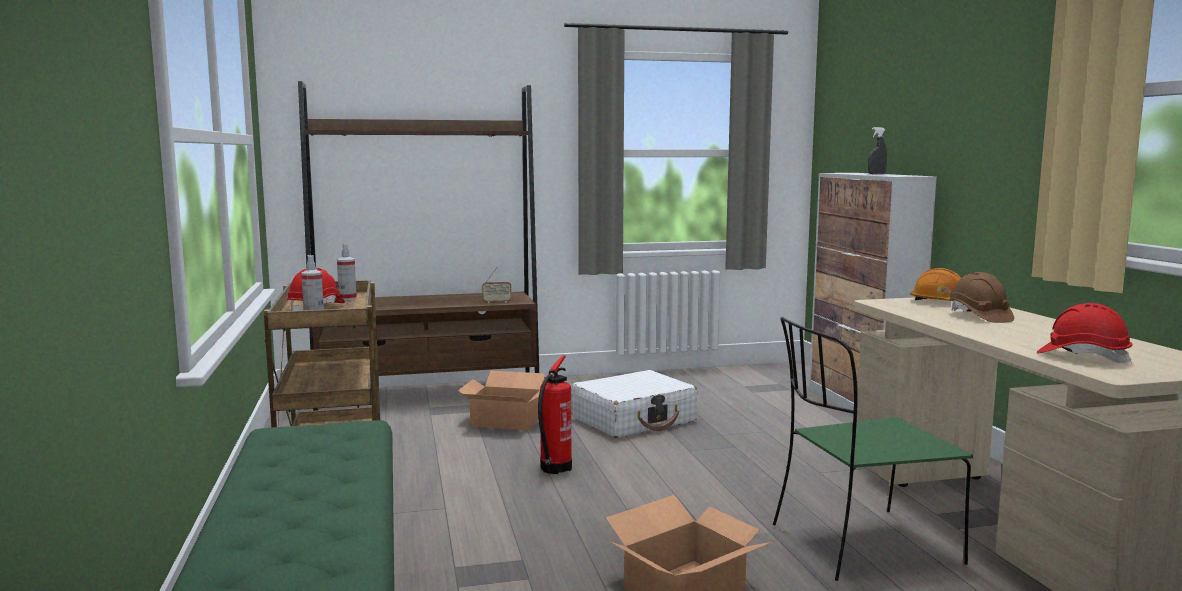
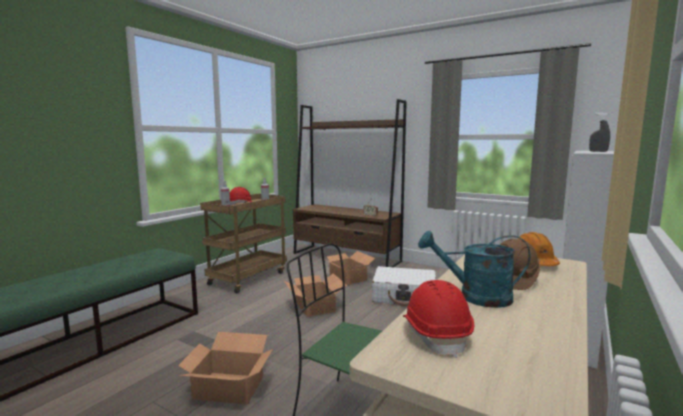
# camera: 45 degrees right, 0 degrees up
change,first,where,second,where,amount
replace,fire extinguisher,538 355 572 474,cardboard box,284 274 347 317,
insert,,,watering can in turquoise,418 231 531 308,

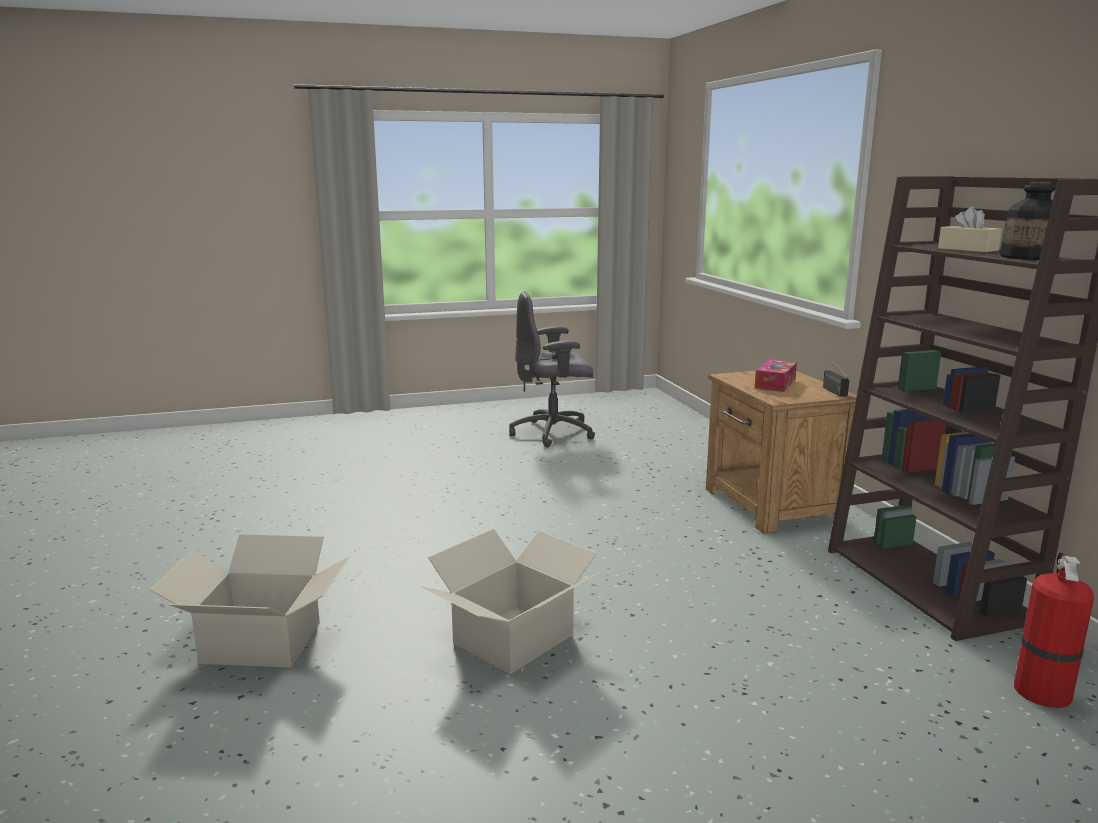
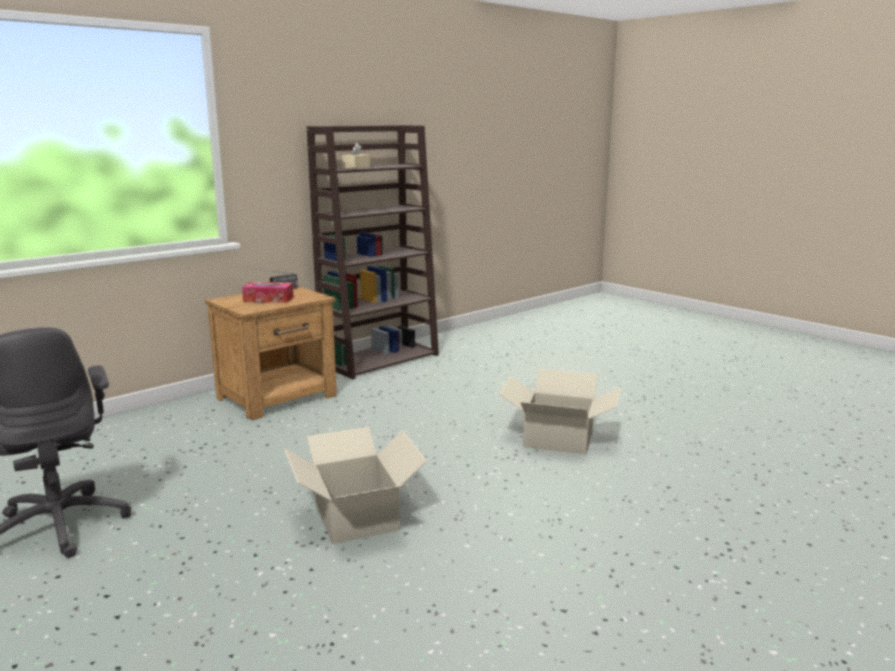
# camera: 115 degrees left, 0 degrees up
change,first,where,second,where,amount
delete,bottle,999 182 1056 260,,,
move,cardboard box,149 534 350 668,,284 427 427 544,
delete,fire extinguisher,1014 552 1094 708,,,

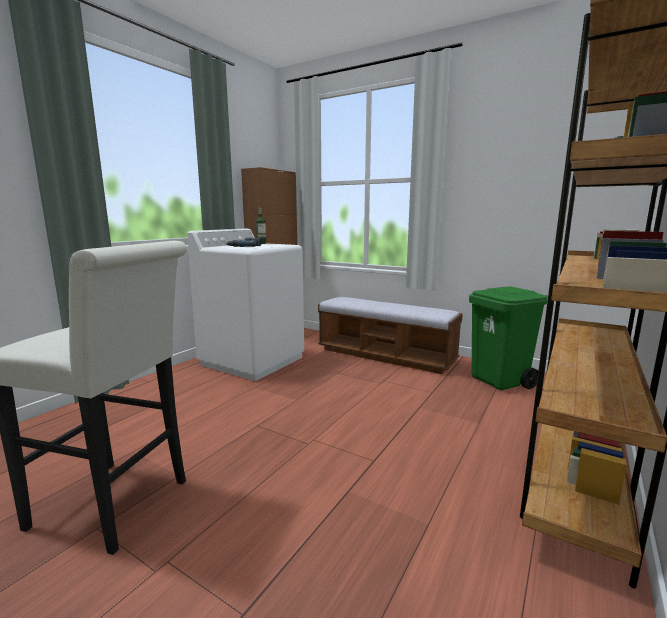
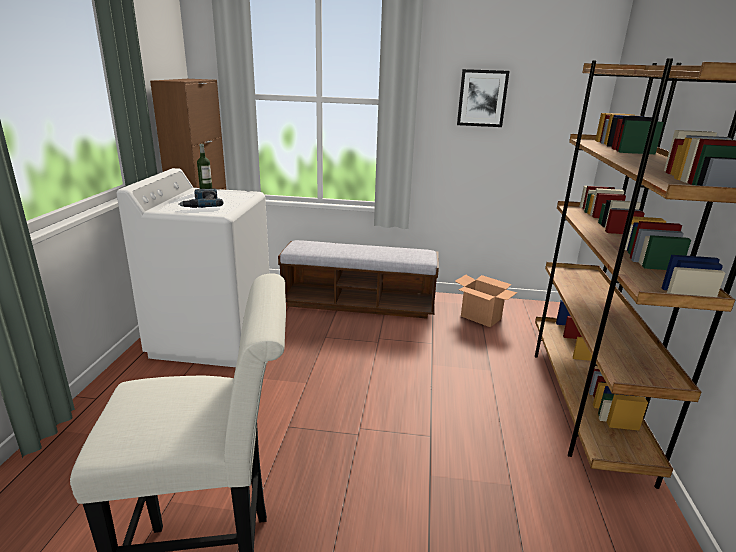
# camera: 25 degrees left, 10 degrees up
change,first,where,second,where,amount
replace,trash can in green,469 286 548 390,cardboard box,455 275 517 327,
insert,,,picture,457 69 510 127,

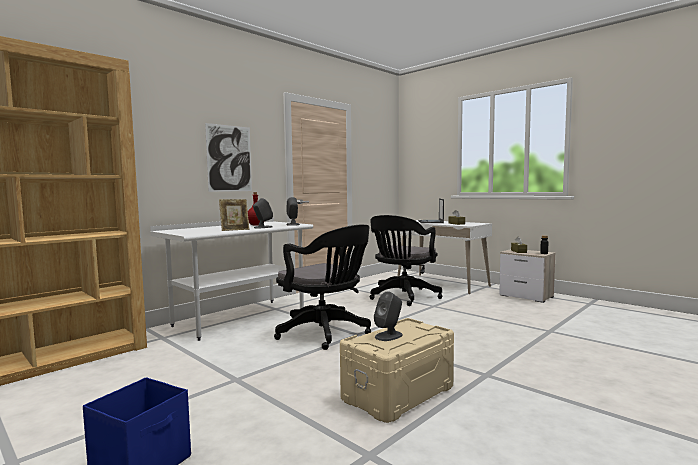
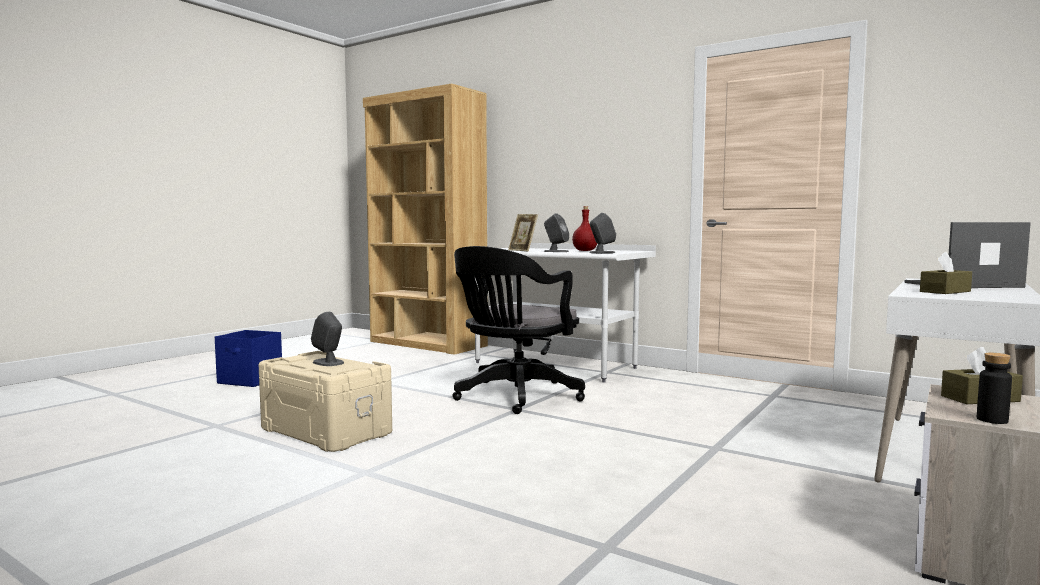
# camera: 80 degrees right, 0 degrees up
change,first,where,second,where,amount
delete,picture,205 123 252 192,,,
delete,office chair in black,370 215 443 306,,,

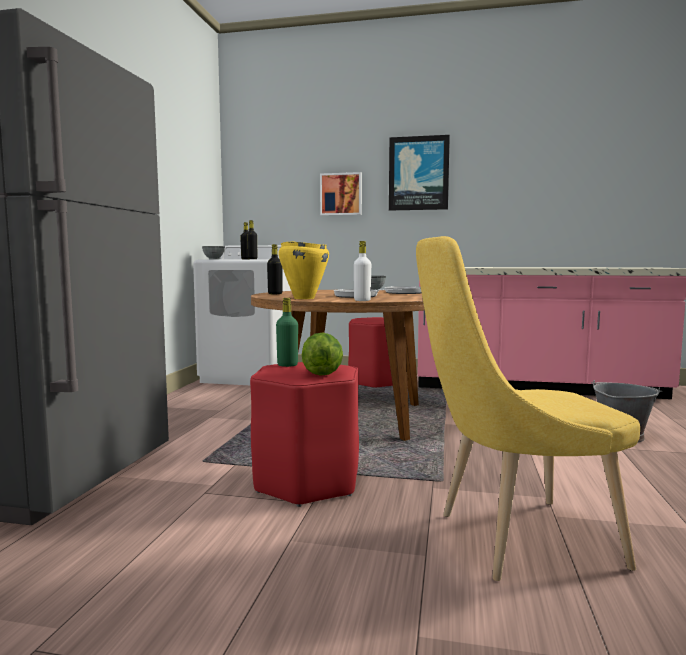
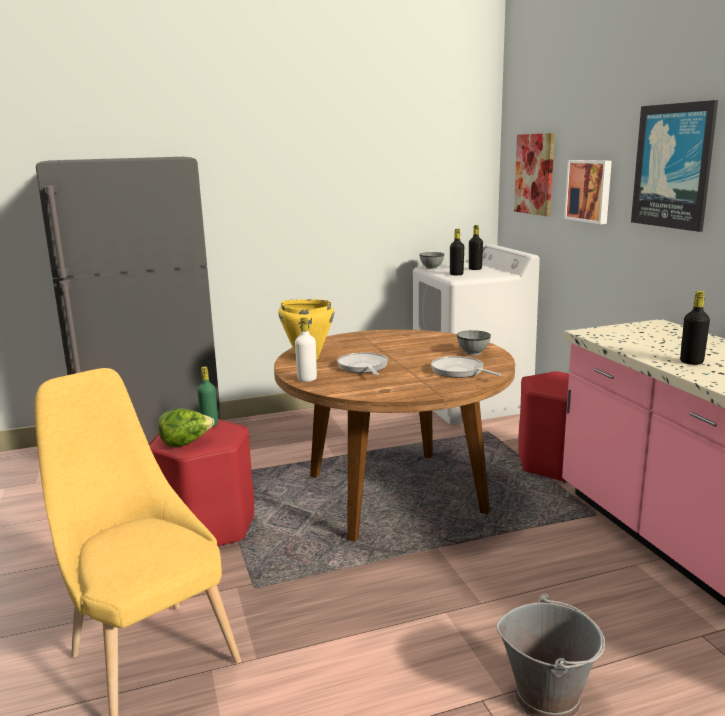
# camera: 60 degrees right, 10 degrees up
change,first,where,second,where,amount
move,bottle in black,267 244 282 294,,680 291 710 365,
insert,,,picture,514 133 555 216,

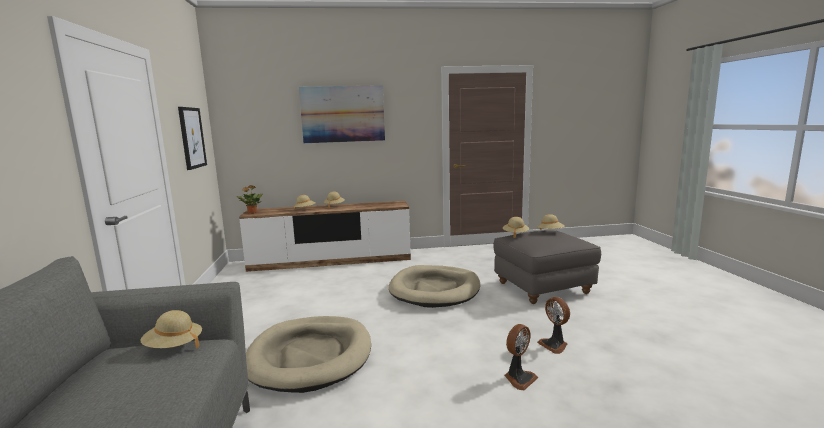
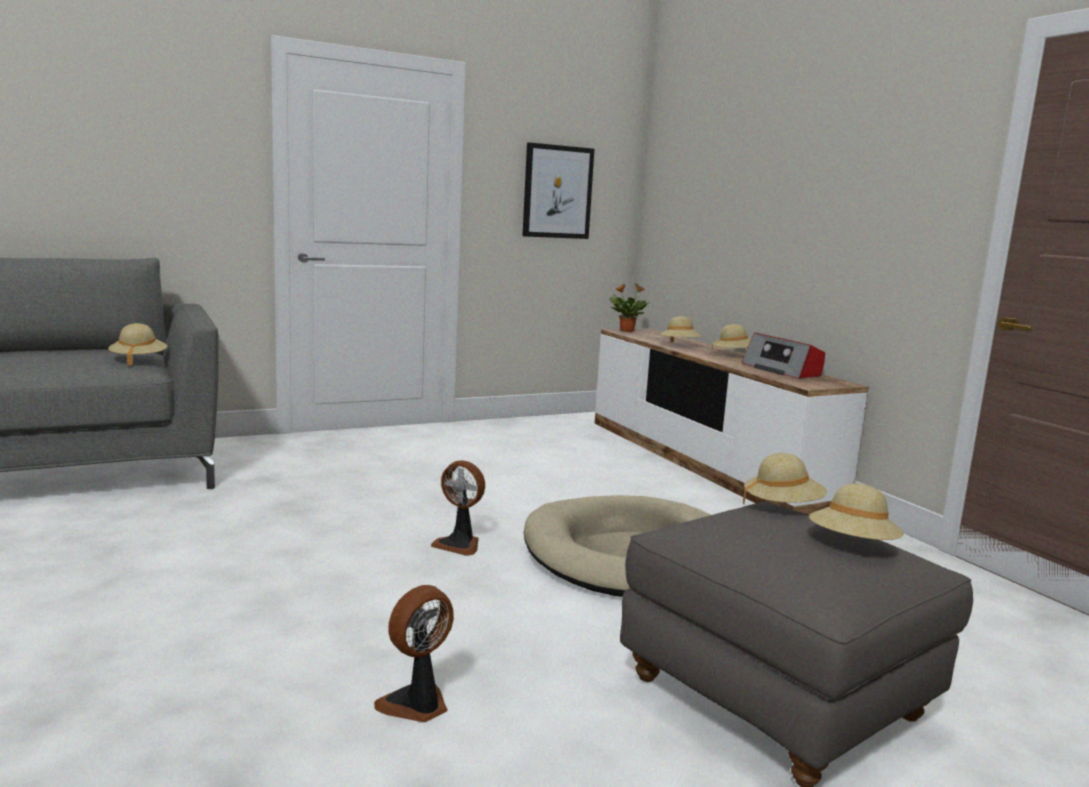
# camera: 70 degrees right, 0 degrees up
change,first,where,second,where,amount
delete,picture,299 85 385 143,,,
delete,dog bed in beige,246 316 371 393,,,
move,fan,504 324 538 390,,431 460 485 556,
insert,,,radio,741 333 825 379,

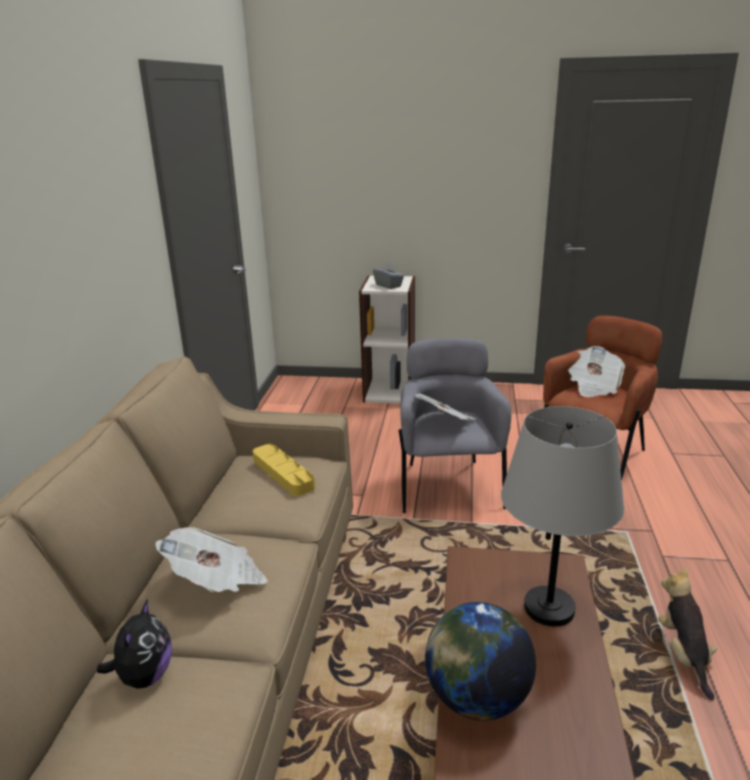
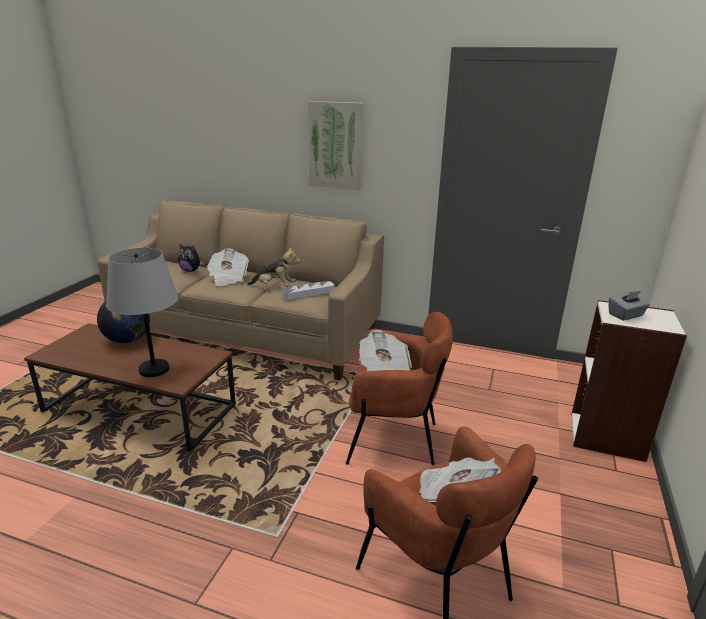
# camera: 100 degrees right, 0 degrees up
change,first,where,second,where,amount
recolor,armchair in grey,399 338 511 513,armchair in brown,346 312 453 465,
recolor,tray in yellow,253 444 315 496,tray in grey,282 281 334 300,
move,plush toy,658 566 717 700,,247 247 300 287,
insert,,,picture,308 101 364 190,

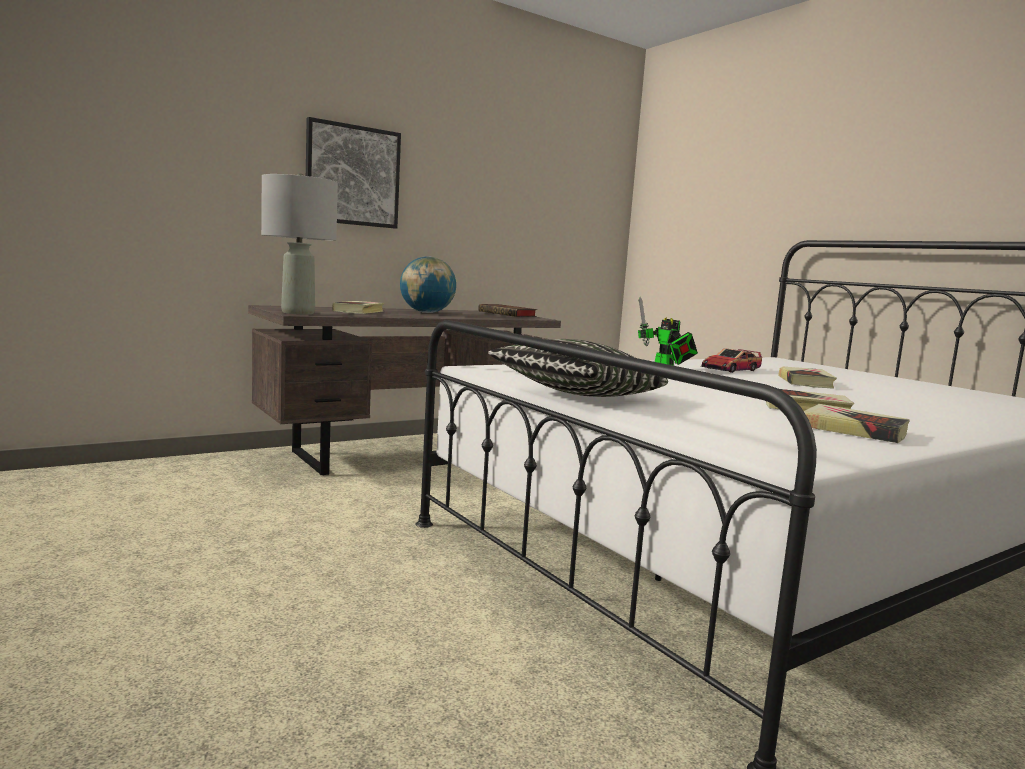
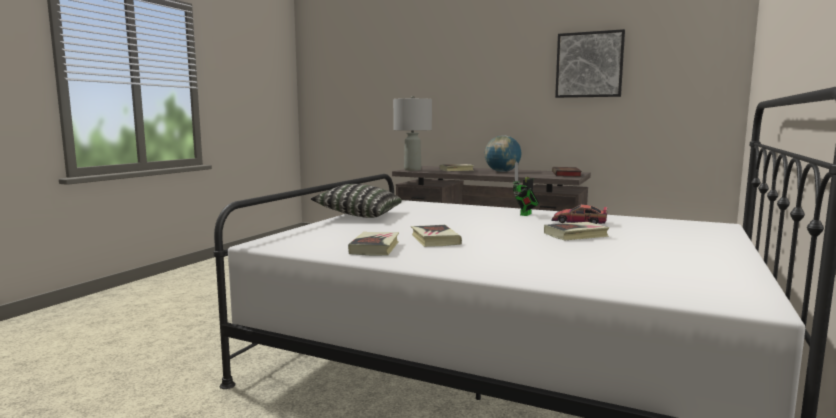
# camera: 60 degrees right, 0 degrees up
change,first,where,second,where,amount
move,picture,306 117 401 228,,555 29 625 98,

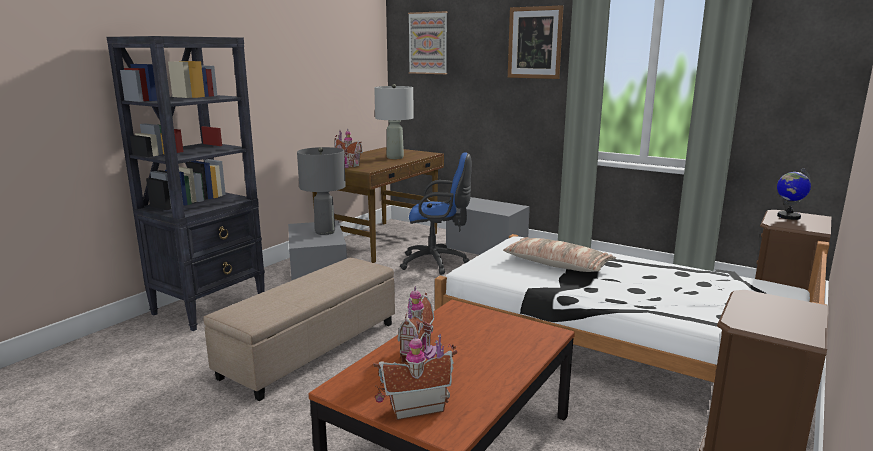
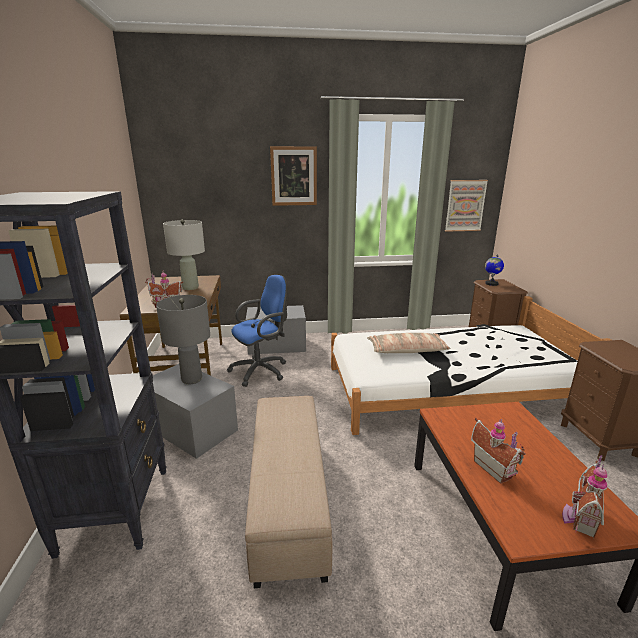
# camera: 40 degrees left, 5 degrees up
change,first,where,second,where,amount
move,picture,408 11 447 74,,445 180 488 232,

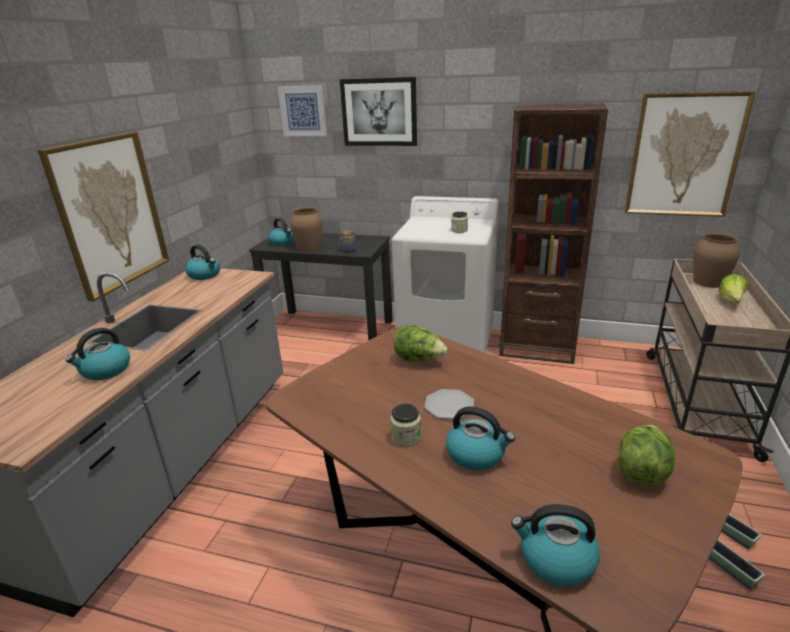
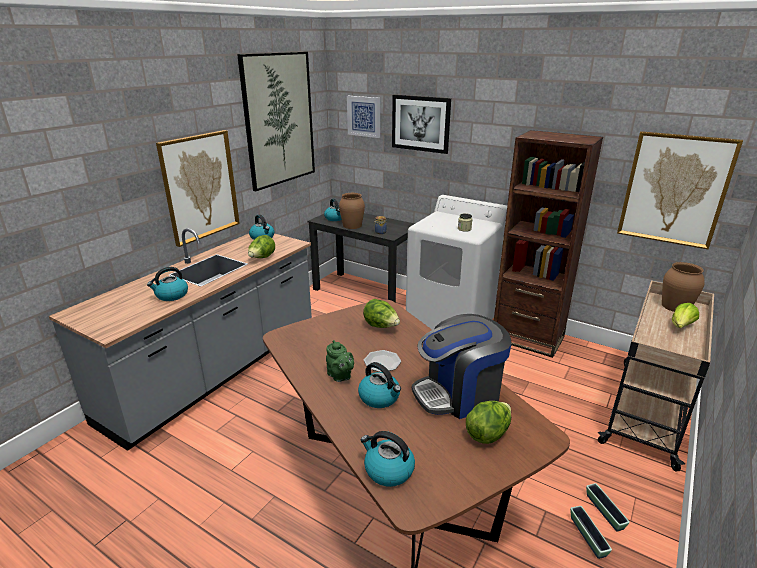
# camera: 15 degrees right, 0 degrees up
change,first,where,second,where,amount
replace,jar,390 404 421 446,teapot in green,326 340 354 382,
insert,,,picture,237 52 315 191,
insert,,,lettuce,248 235 275 258,
insert,,,coffee machine,412 314 511 419,

